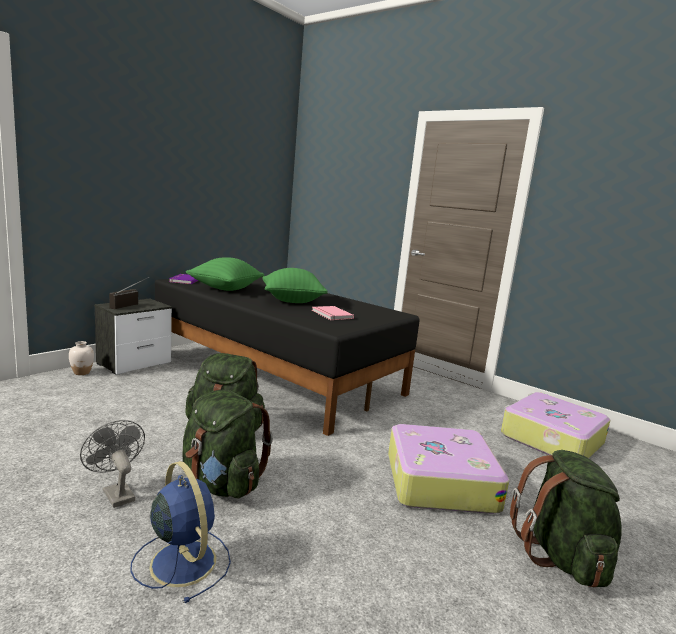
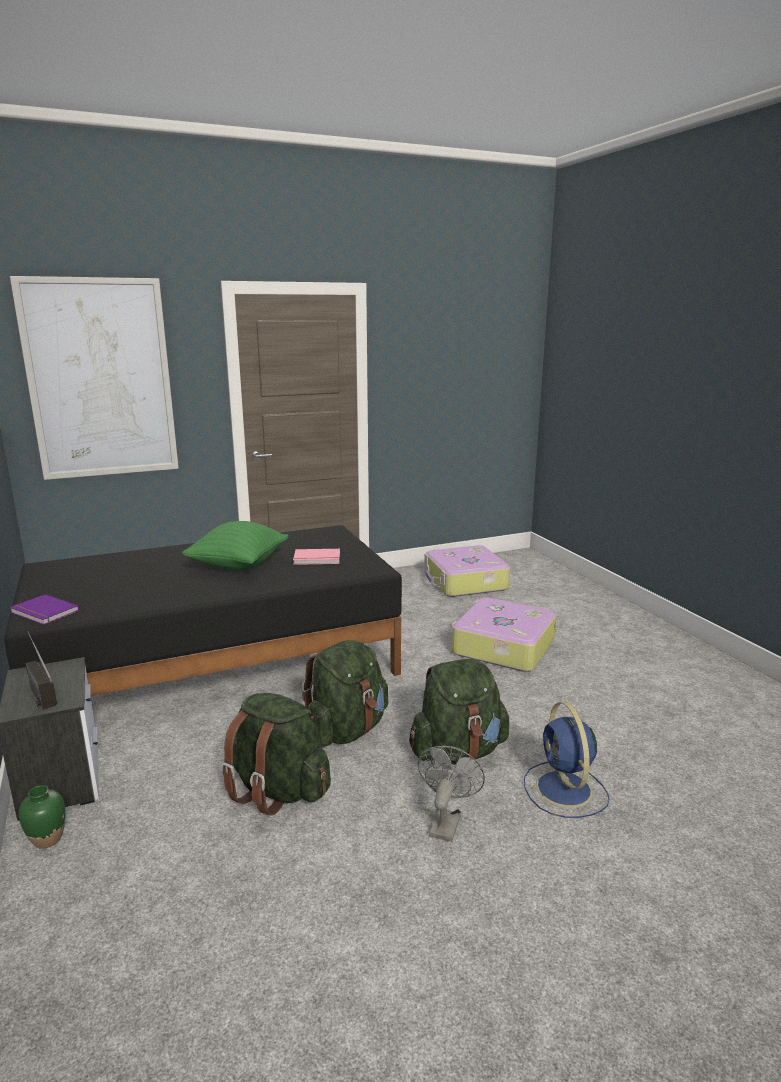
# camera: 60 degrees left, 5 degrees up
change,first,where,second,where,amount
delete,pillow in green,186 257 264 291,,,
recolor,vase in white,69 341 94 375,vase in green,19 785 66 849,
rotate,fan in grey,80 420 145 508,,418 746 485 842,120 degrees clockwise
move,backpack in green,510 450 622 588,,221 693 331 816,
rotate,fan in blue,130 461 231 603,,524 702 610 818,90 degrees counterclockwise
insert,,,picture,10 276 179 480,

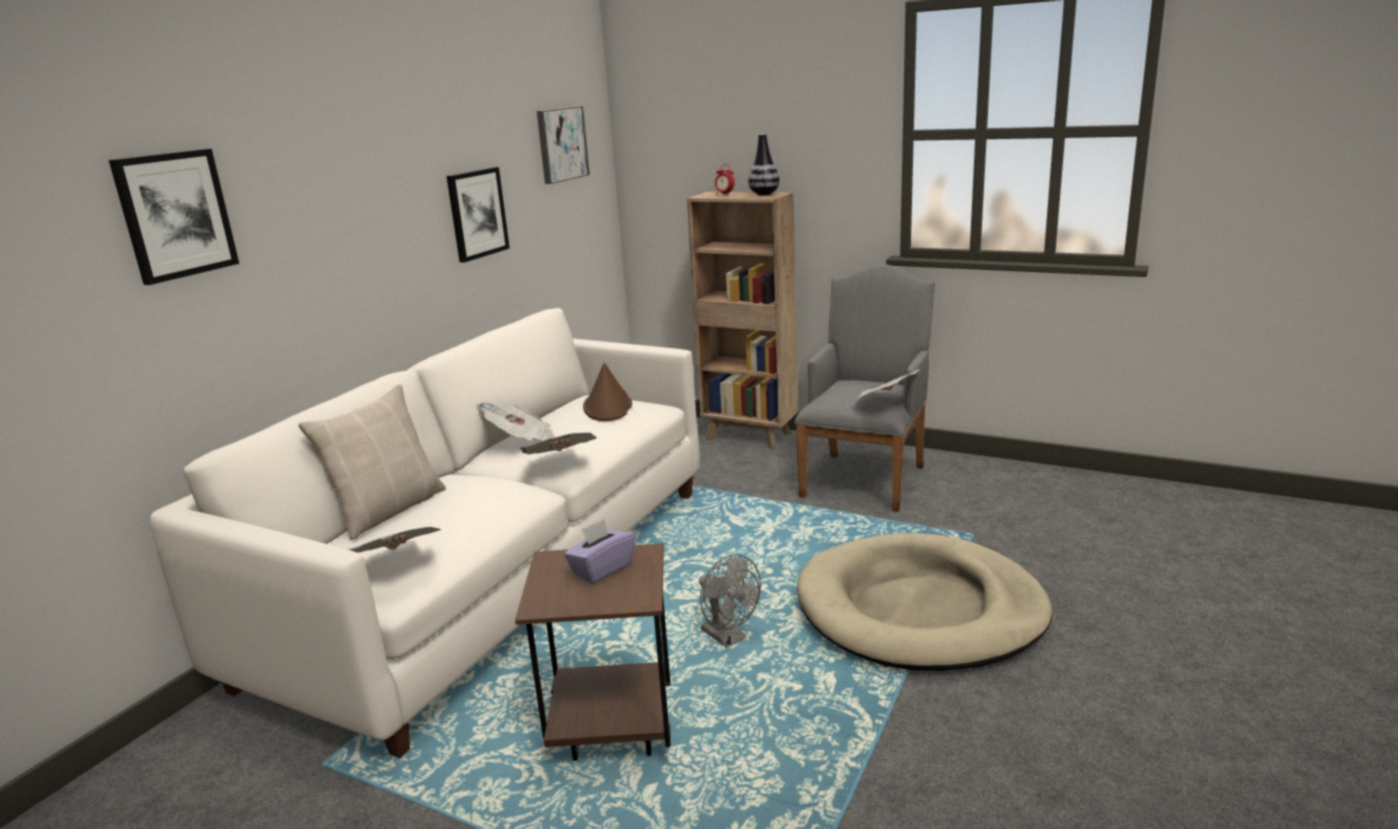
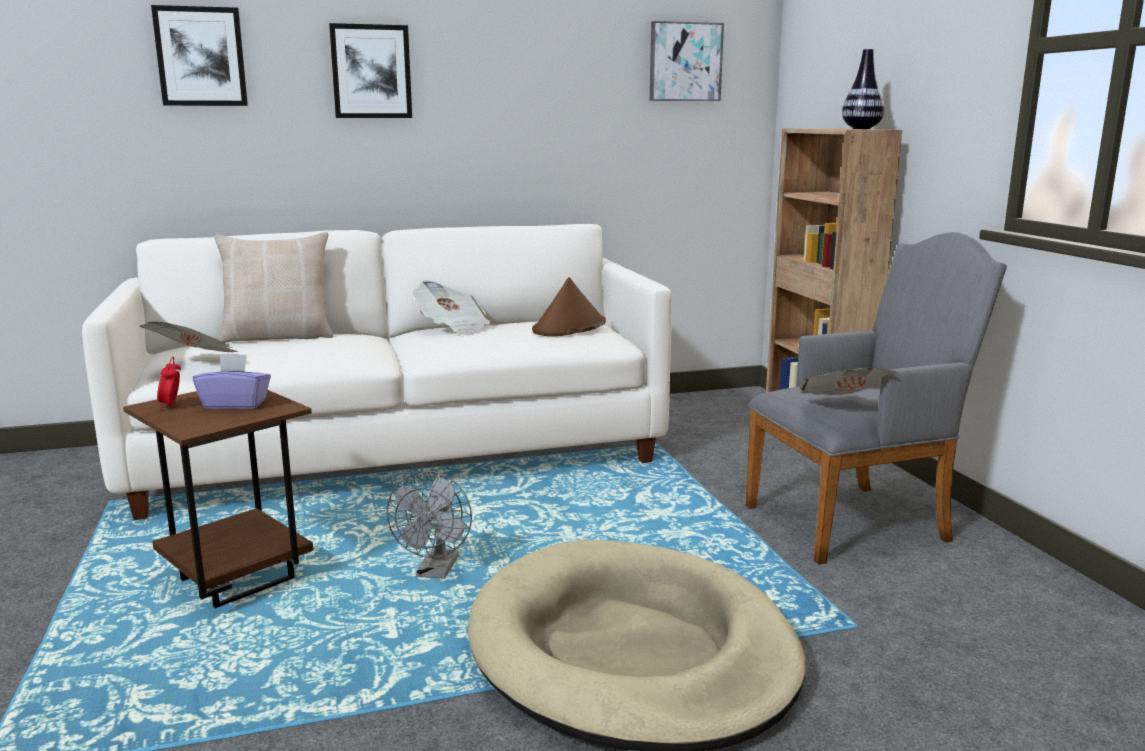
# camera: 45 degrees right, 5 degrees down
change,first,where,second,where,amount
move,alarm clock,715 164 735 195,,157 357 181 410,
move,picture,446 167 510 263,,329 23 412 118,
delete,newspaper,520 433 597 454,,,

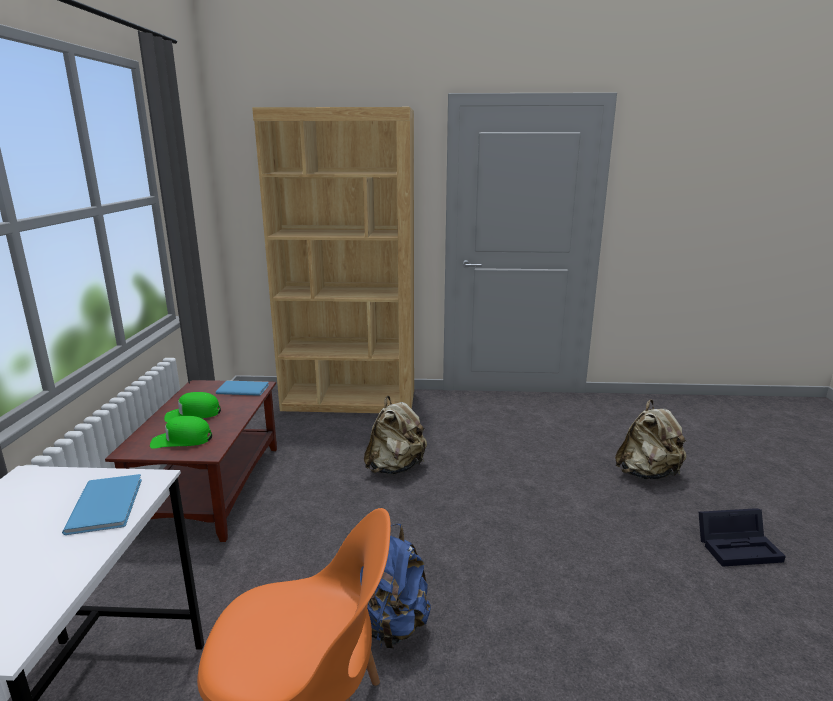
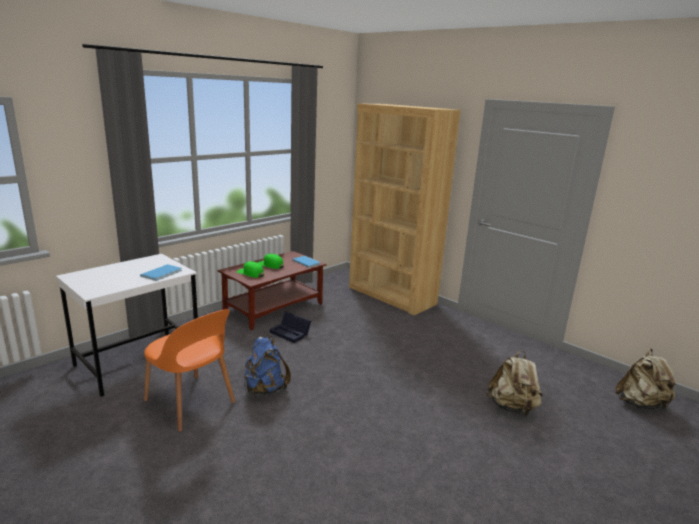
# camera: 40 degrees right, 0 degrees up
change,first,where,second,where,amount
move,backpack in beige,364 396 427 474,,615 348 677 410,
move,storage box in black,699 508 786 567,,270 312 311 343,

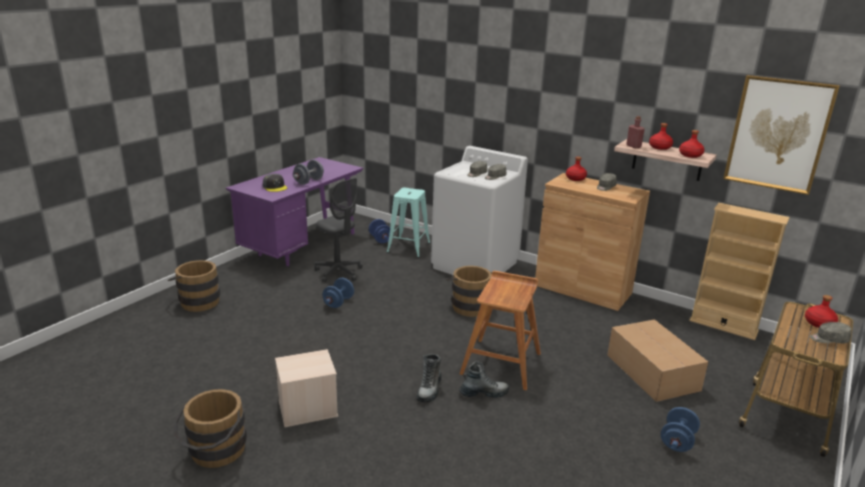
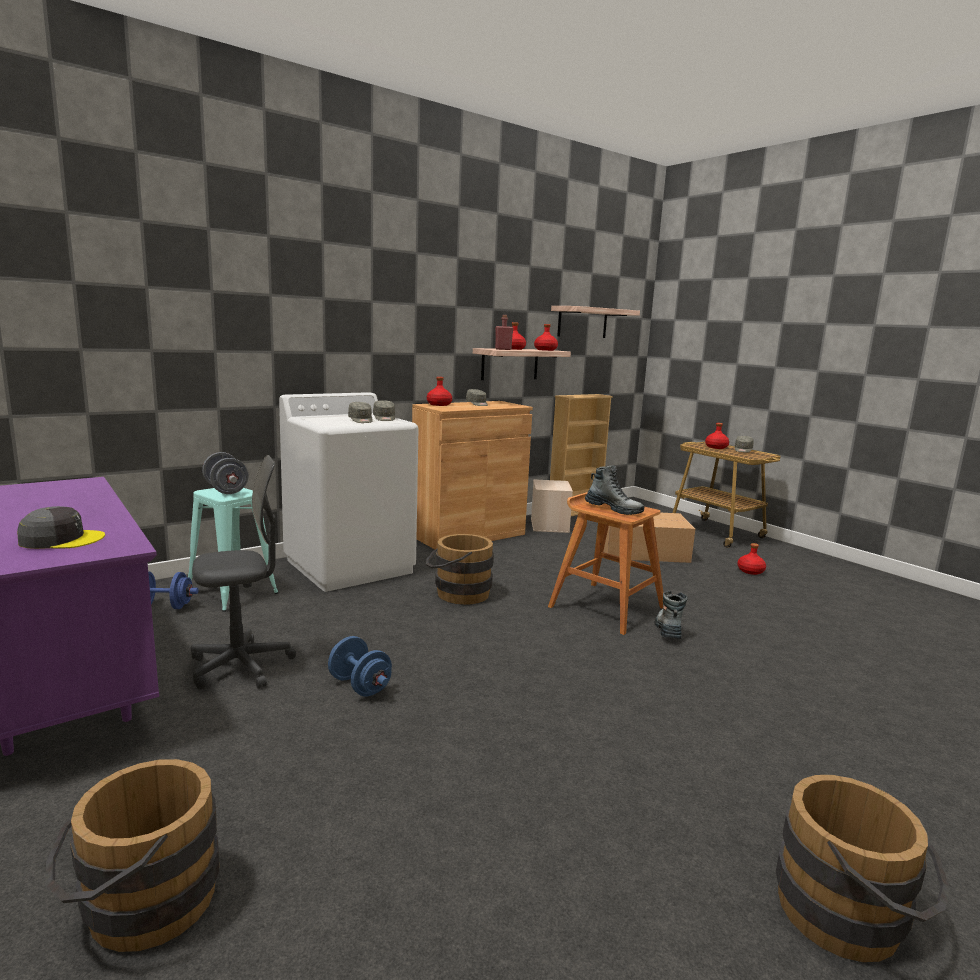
# camera: 70 degrees left, 10 degrees down
change,first,where,second,where,amount
replace,picture,723 75 840 195,shelf,551 306 640 338,
move,dumbbell in grey,293 160 324 185,,202 452 248 494,
move,storage box in beige,275 349 338 427,,531 479 573 533,
move,boot,416 354 442 402,,585 465 644 515,
replace,dumbbell in blue,661 407 700 452,bottle in red,737 543 766 575,

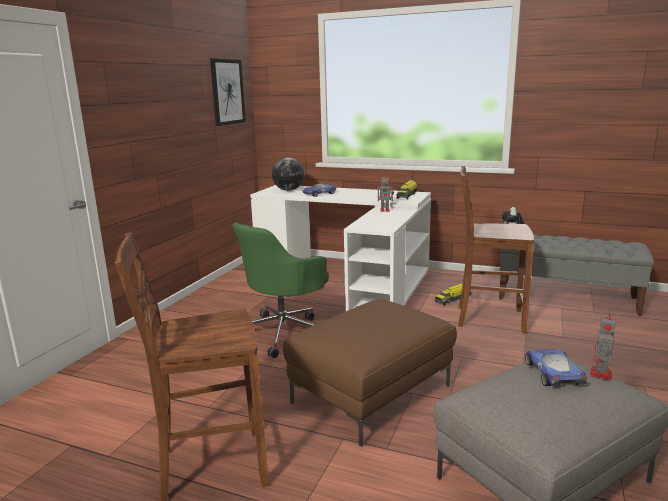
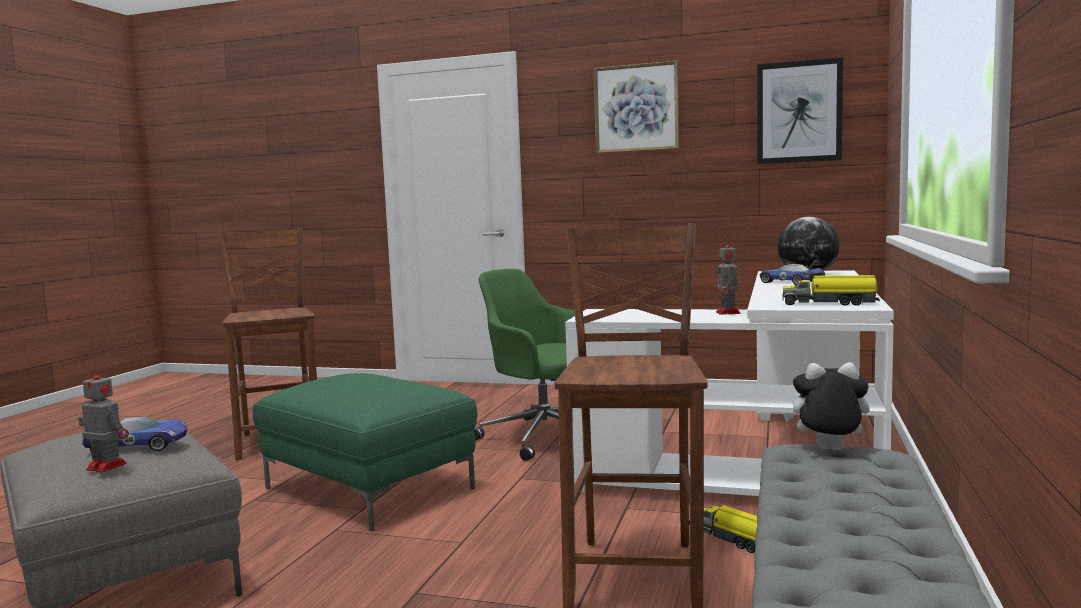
# camera: 85 degrees right, 10 degrees down
change,first,where,second,where,amount
recolor,ottoman in brown,283 299 457 447,ottoman in green,253 373 477 531,
insert,,,picture,593 61 679 153,

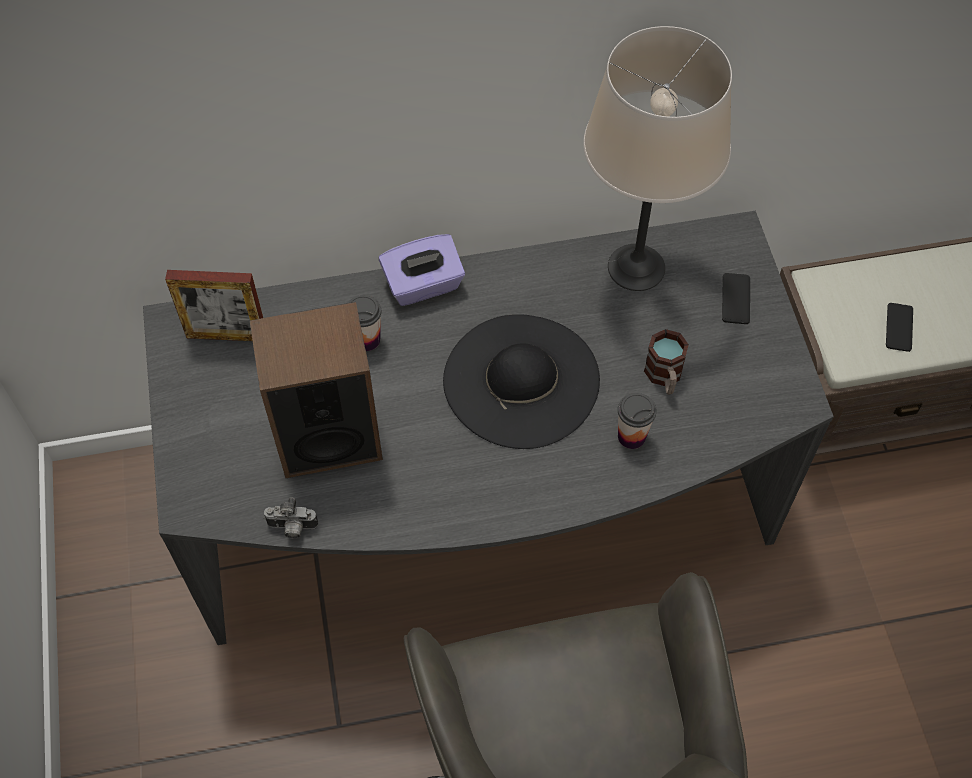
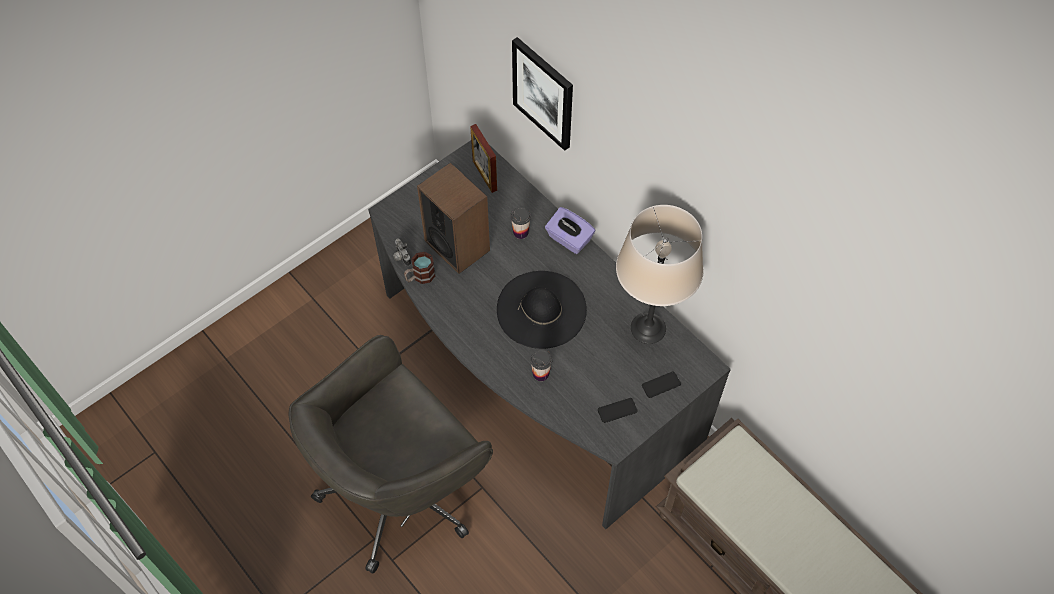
# camera: 60 degrees right, 0 degrees up
change,first,where,second,where,amount
move,phone,886 303 913 352,,598 398 637 423,
move,mug,644 329 689 394,,404 252 435 284,
insert,,,picture,512 37 573 151,

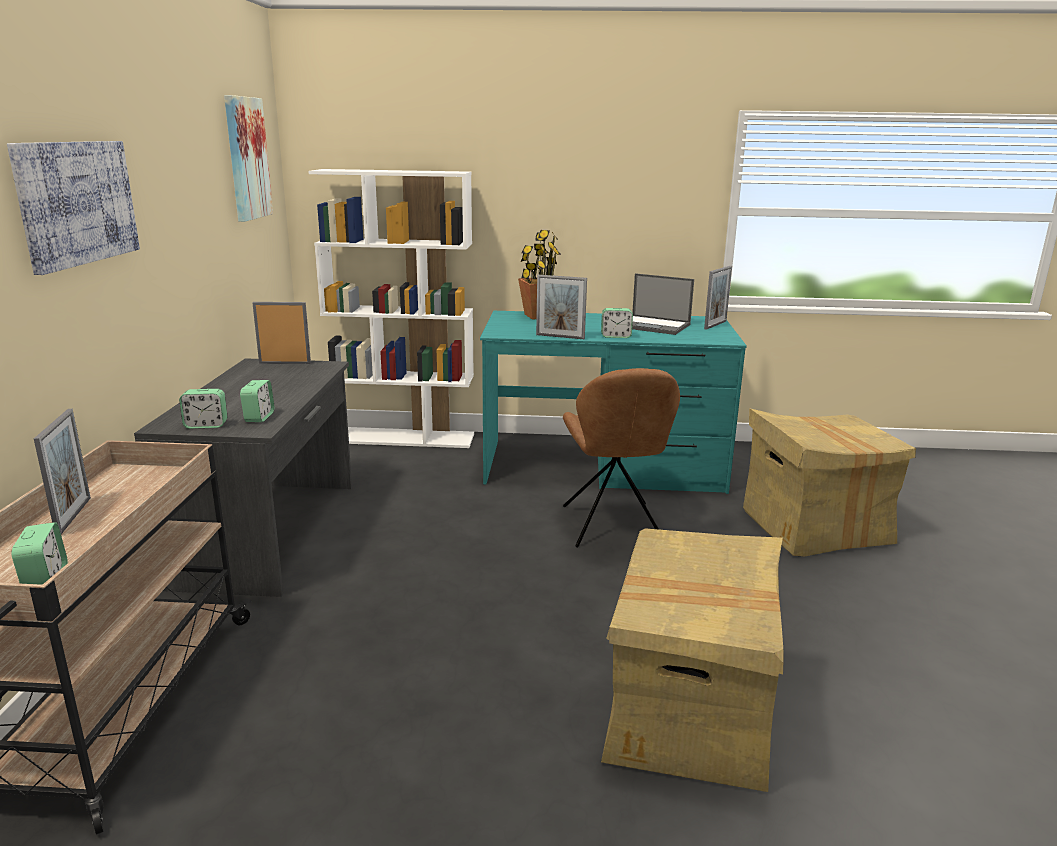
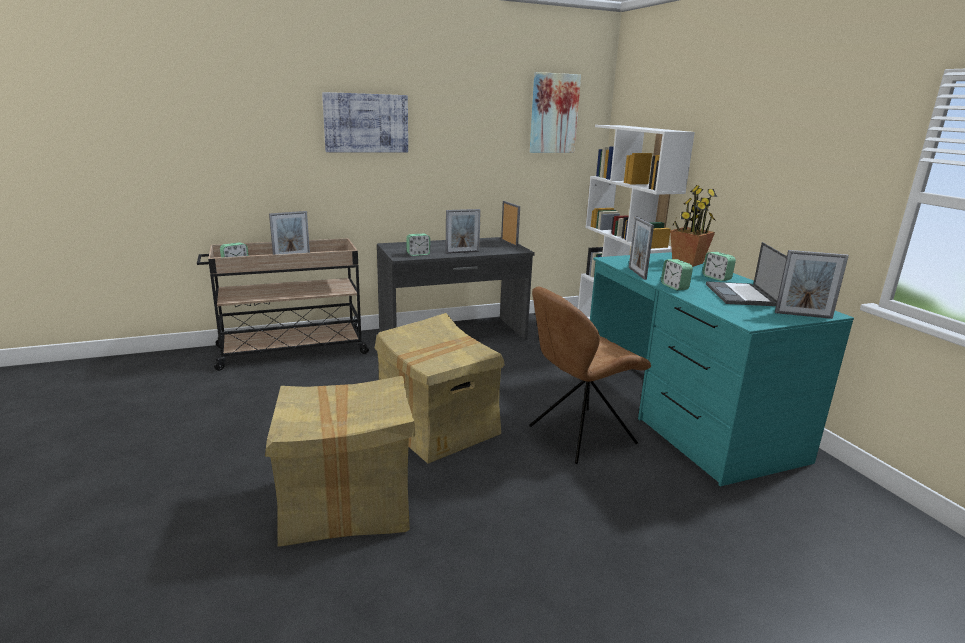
# camera: 65 degrees right, 0 degrees up
change,first,where,second,where,amount
move,alarm clock,179 389 227 429,,702 252 736 281,
move,cardboard box,743 408 916 557,,375 313 505 463,
insert,,,picture frame,445 209 481 254,

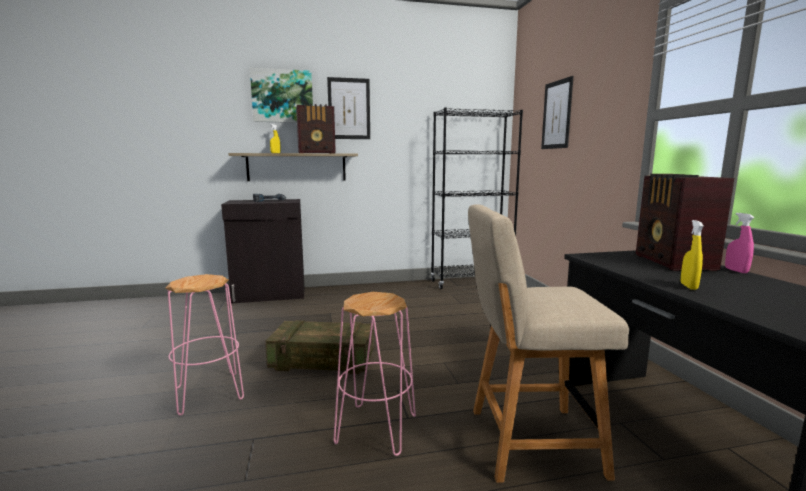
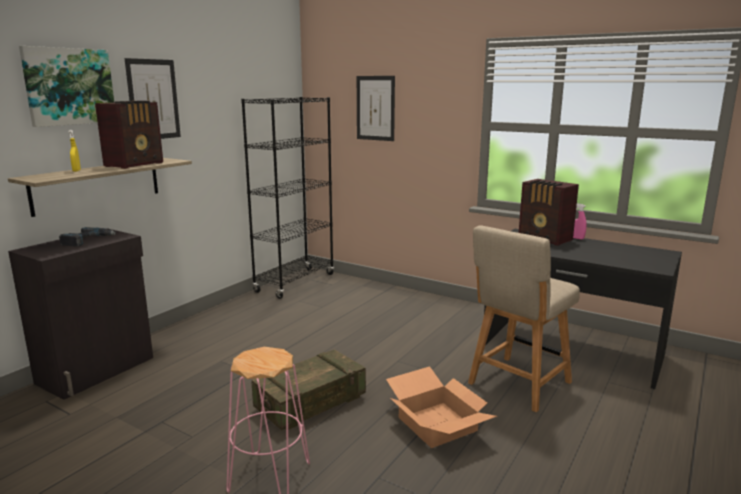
# camera: 45 degrees left, 5 degrees up
change,first,where,second,where,amount
delete,spray bottle in yellow,681 220 704 290,,,
replace,stool in pink,334 292 416 456,cardboard box,386 366 497 448,

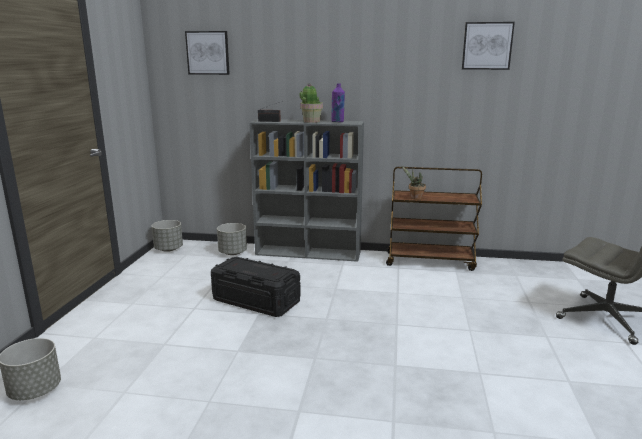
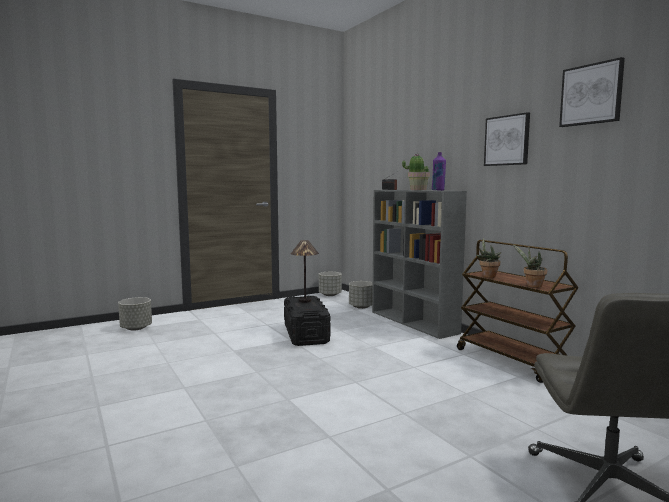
# camera: 50 degrees right, 10 degrees down
change,first,where,second,where,amount
move,picture,185 31 230 75,,484 112 530 166,
insert,,,table lamp,291 240 319 303,
insert,,,potted plant,513 244 547 288,

